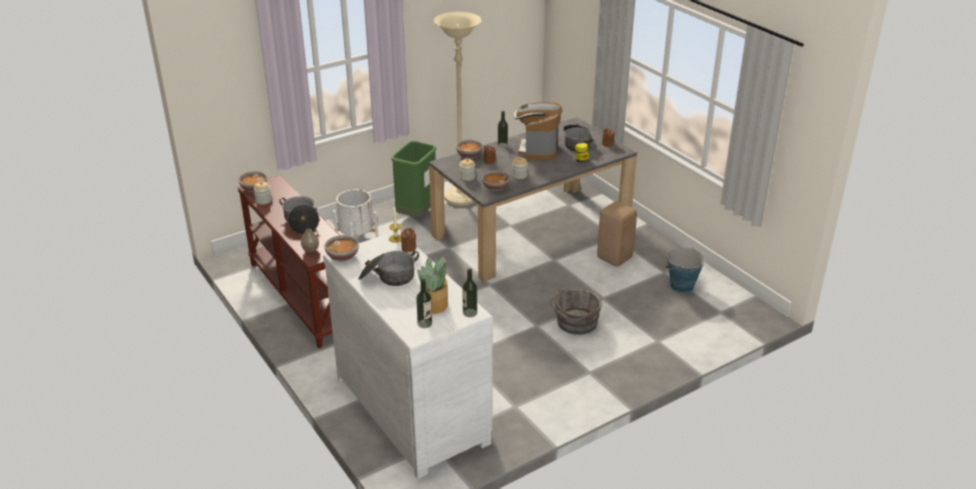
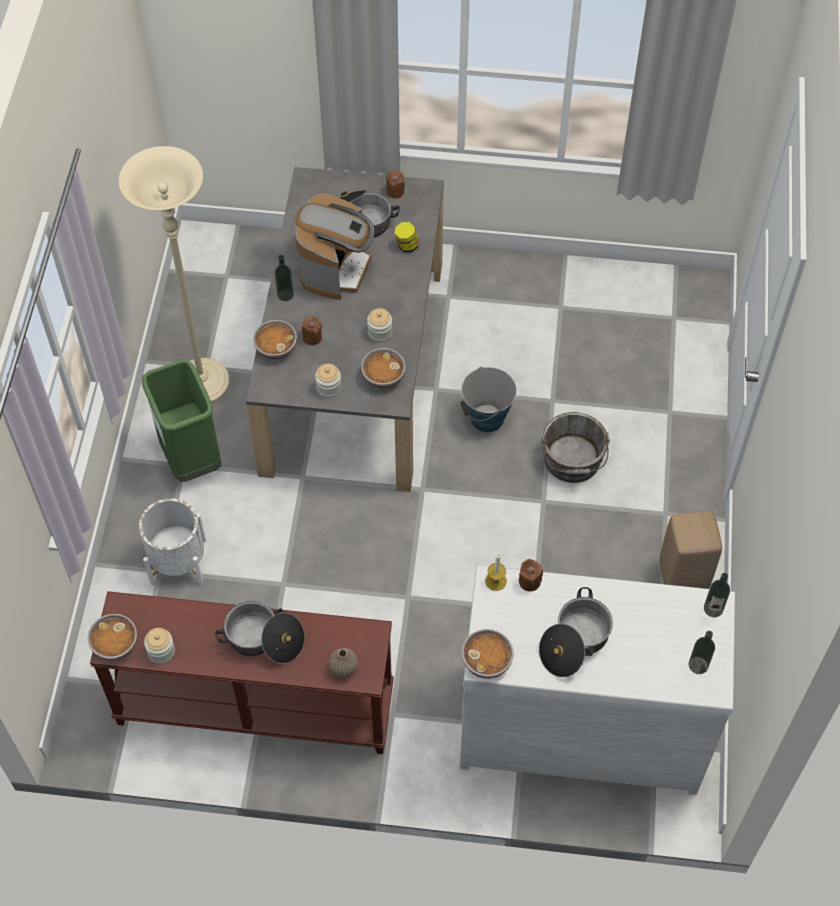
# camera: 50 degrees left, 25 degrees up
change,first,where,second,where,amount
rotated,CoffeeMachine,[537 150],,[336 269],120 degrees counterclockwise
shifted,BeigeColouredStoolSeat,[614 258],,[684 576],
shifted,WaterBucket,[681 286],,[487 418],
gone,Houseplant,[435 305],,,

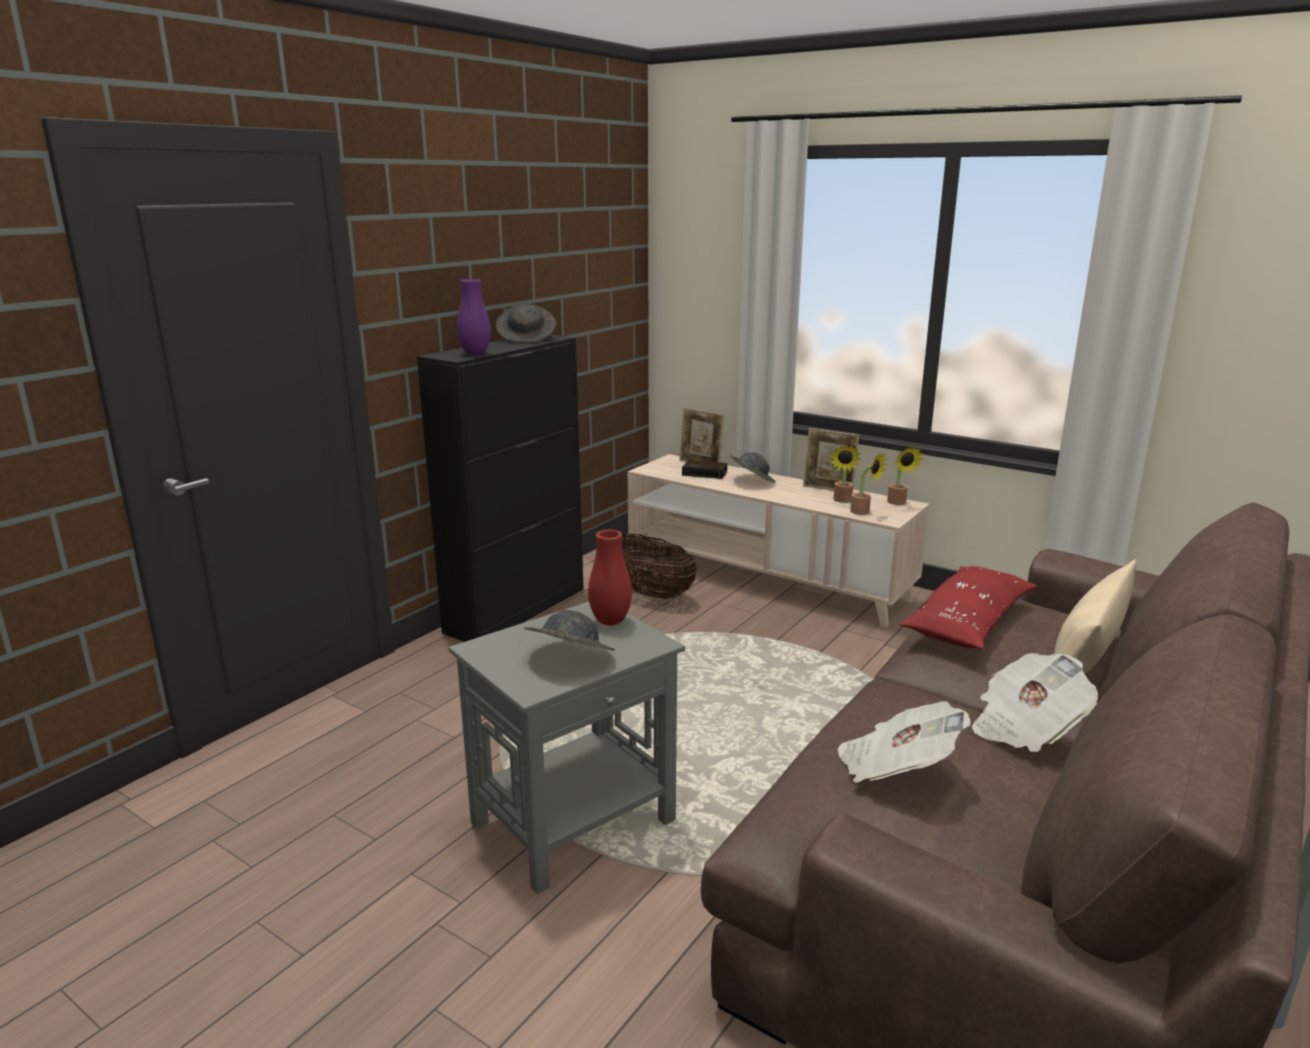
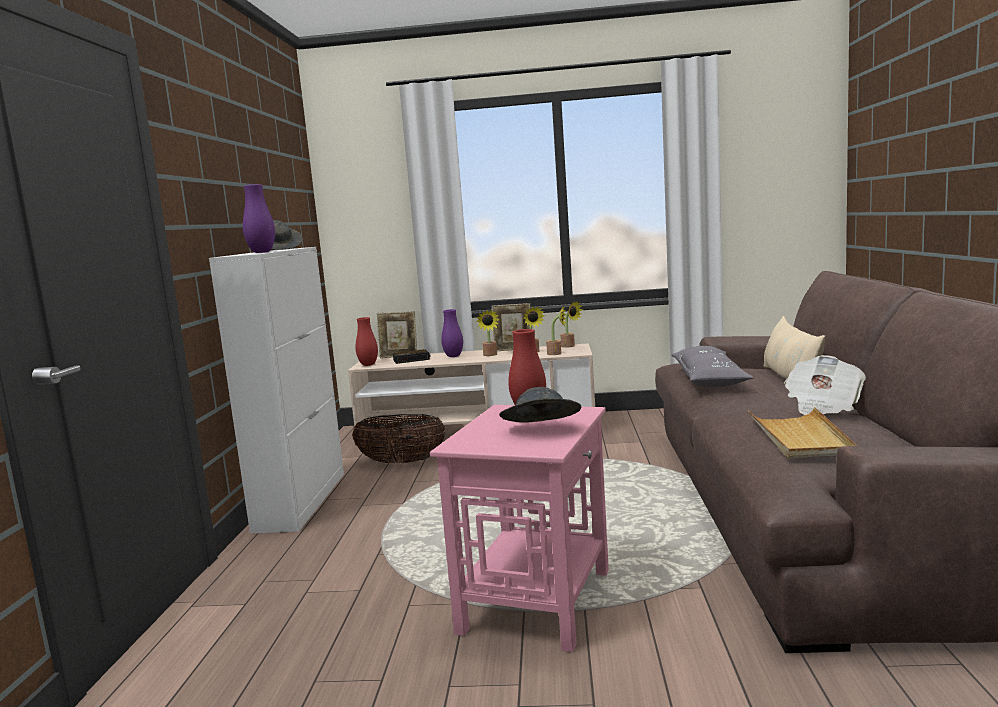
# camera: 30 degrees left, 10 degrees down
change,first,where,second,where,amount
repainted,BlackStorageCabinet,[517 610],WhiteStorageCabinet,[302 500],
swapped,GreyWearableHat,[751 481],PurpleFlowerVase,[453 356],
repainted,ReddishCushion,[968 622],GreyCushion,[709 379],
repainted,GreyAccentTable,[575 821],PinkColouredAccentTable,[537 600],
swapped,Newspaper,[896 768],BeigeColouredServingTray,[800 437],
new,,,Houseplant,[490 355],
new,,,ReddishFlowerVase,[368 365],

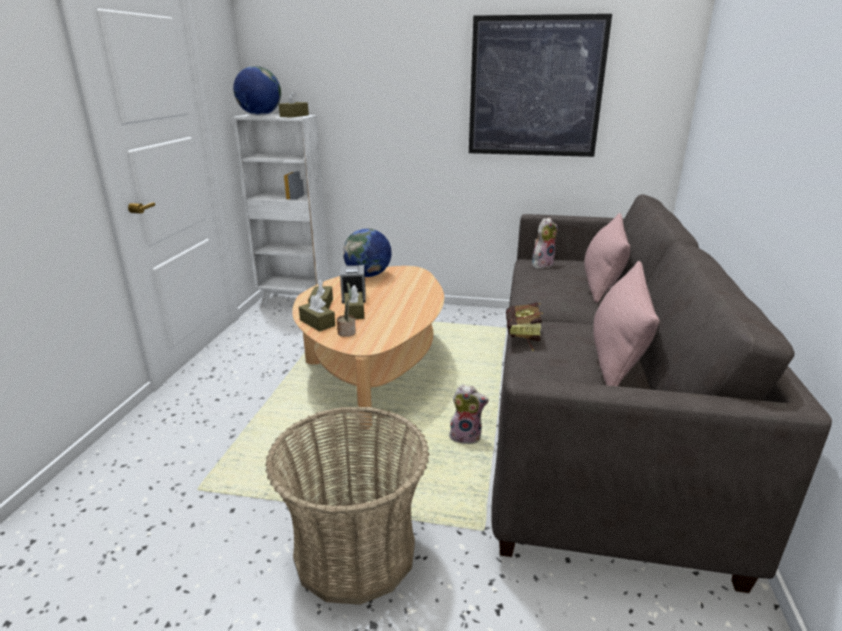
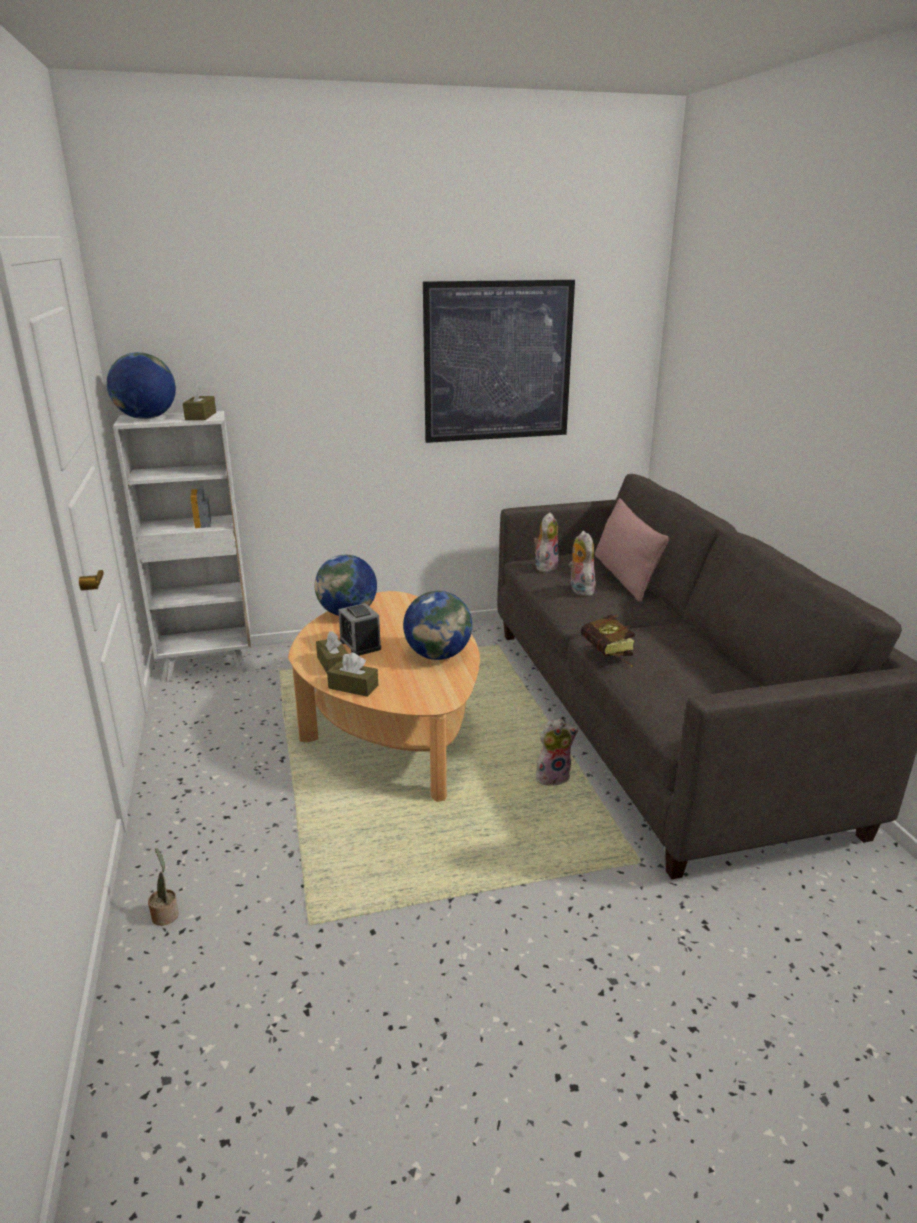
# camera: 25 degrees left, 0 degrees up
change,first,where,second,where,amount
gone,PinkColouredCushion,[617 355],,,
shifted,Houseplant,[347 332],,[165 914],
gone,BrownBoxOfTissues,[354 312],,,
gone,Basket,[354 551],,,
new,,,SoftToy,[579 590],
new,,,WorldGlobe,[438 655],

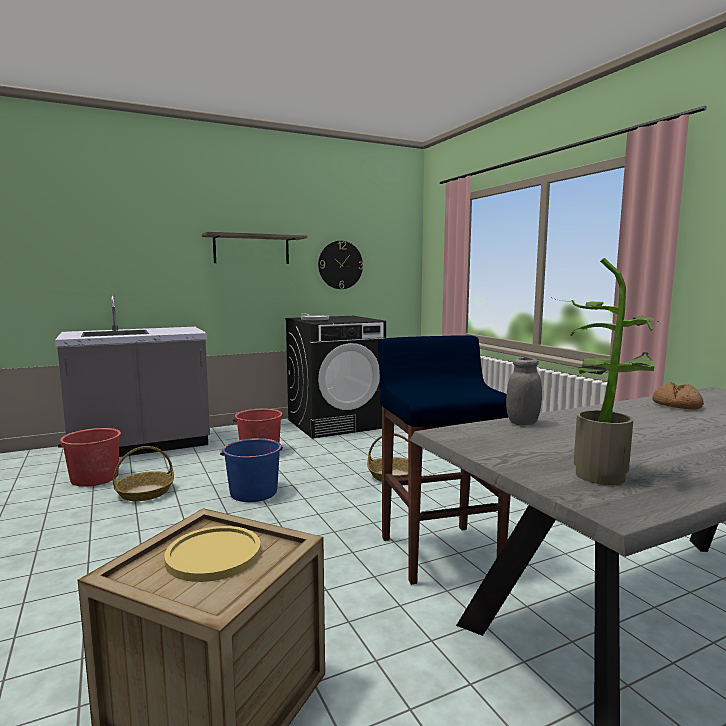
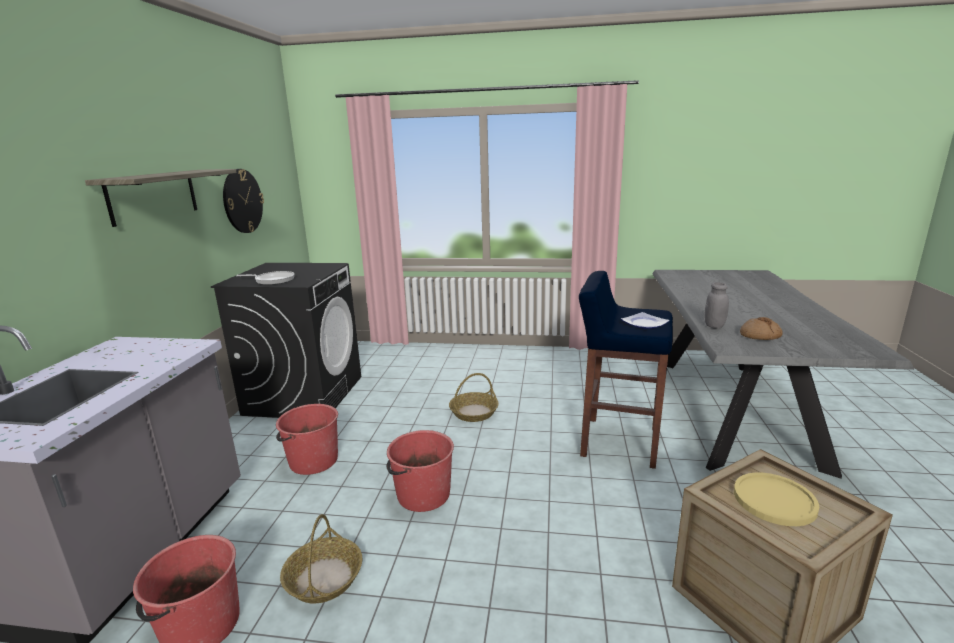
# camera: 55 degrees left, 10 degrees up
change,first,where,second,where,amount
gone,Houseplant,[600 473],,,
shifted,BakedBread,[676 405],,[760 336],
repainted,BluishWaterBucket,[253 492],ReddishWaterBucket,[422 495],
new,,,DinnerPlate,[645 324],

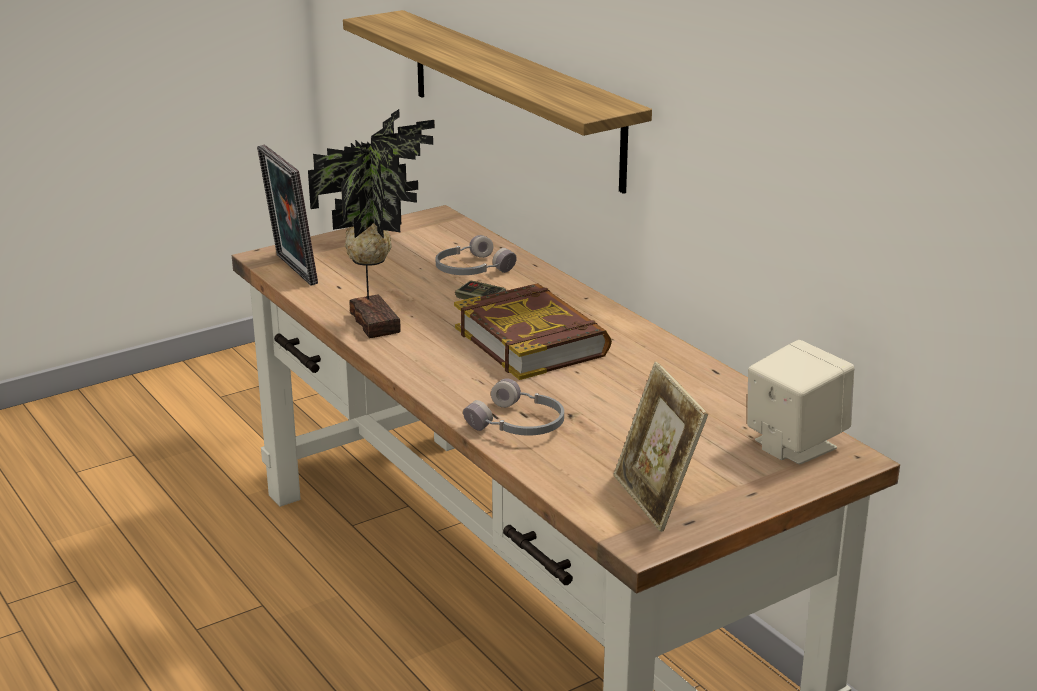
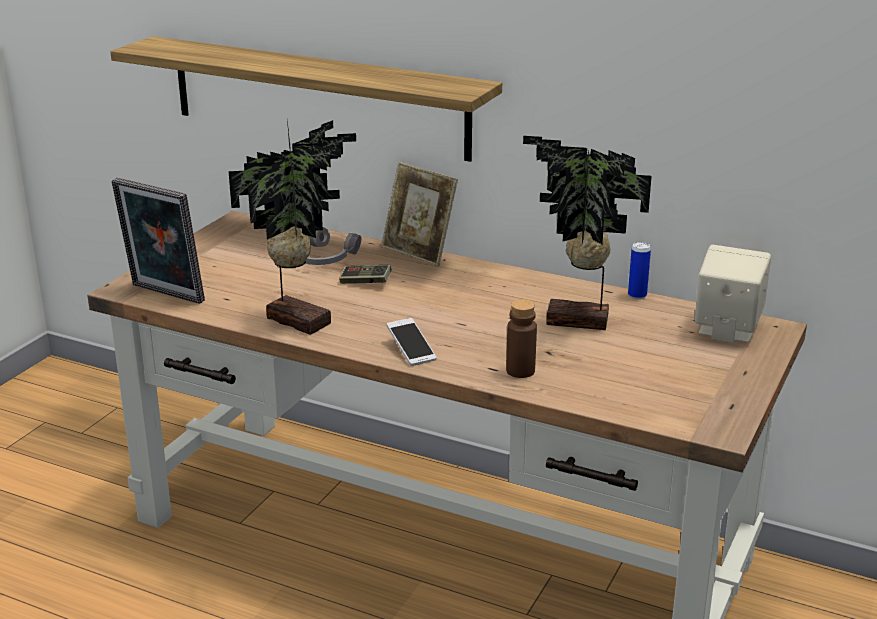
# camera: 30 degrees left, 0 degrees up
change,first,where,second,where,amount
gone,Book,[532 341],,,
shifted,StandingFrame,[656 499],,[418 253],
swapped,GreyPairOfHeadphones,[518 425],BrownBeverageBottle,[520 371],
new,,,Houseplant,[578 323],
new,,,MetalCan,[637 295],
new,,,Handset,[411 350],

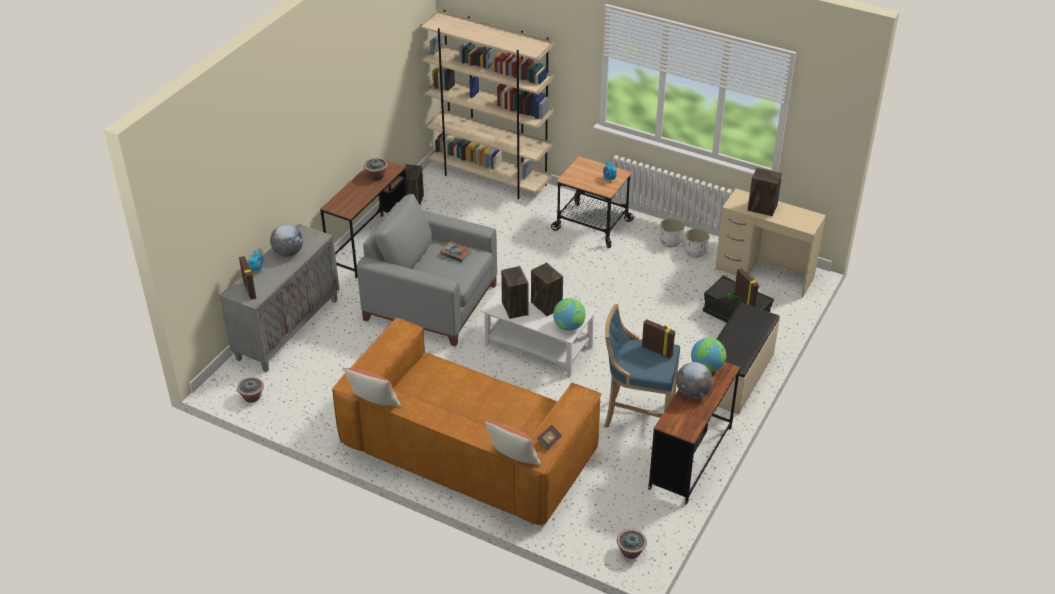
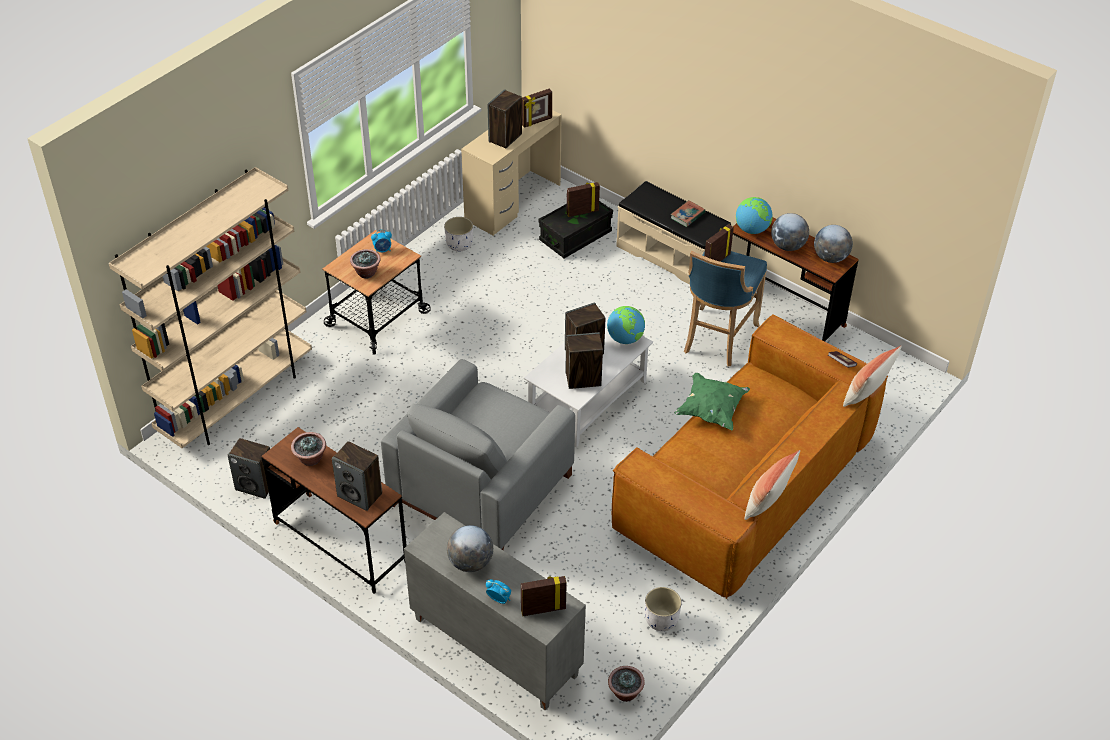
# camera: 80 degrees left, 5 degrees up
change,first,where,second,where,amount
shifted,WhitePlanter,[670 242],,[661 620],
shifted,Book,[455 253],,[687 215],
shifted,Houseplant,[630 552],,[366 273],
new,,,StandingFrame,[537 122],
new,,,WorldGlobe,[830 258],
new,,,GreenColouredCushion,[711 410],
new,,,AudioSpeaker,[360 495],

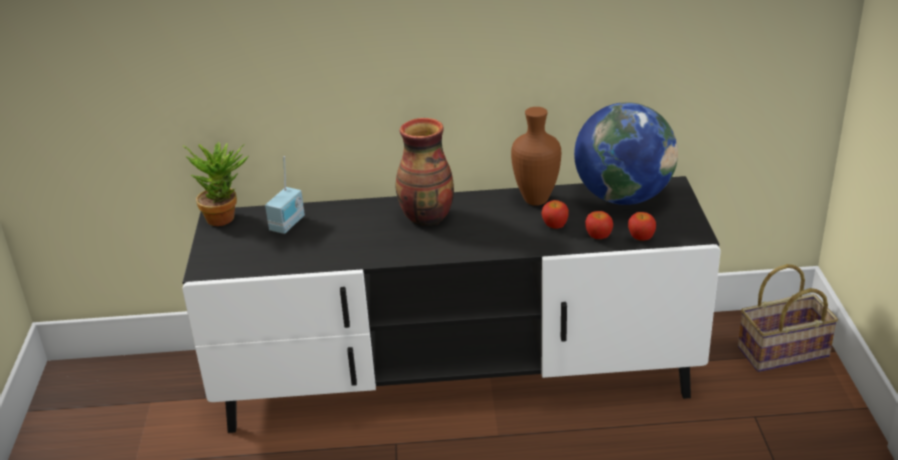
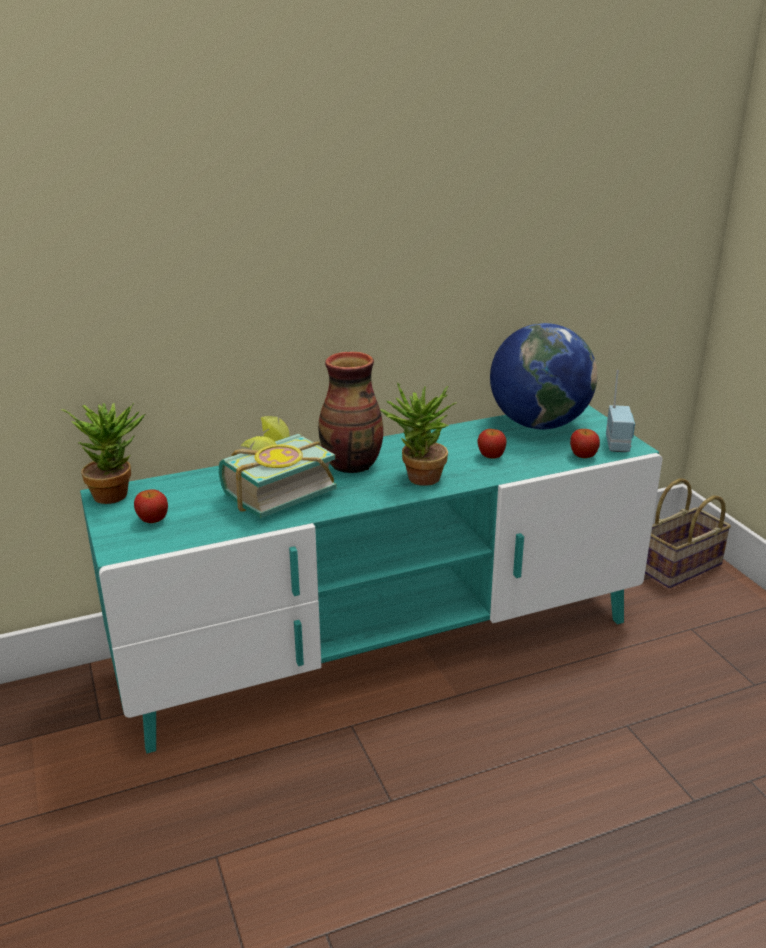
# camera: 20 degrees left, 5 degrees down
change,first,where,second,where,amount
gone,BrownFlowerVase,[537 201],,,
shifted,RadioReceiver,[288 224],,[619 444],
repainted,BlackTvUnit,[456 377],TurquoiseTvUnit,[383 645],
shifted,WholeApple,[598 236],,[152 520],
new,,,Houseplant,[418 480],
new,,,Book,[273 491],

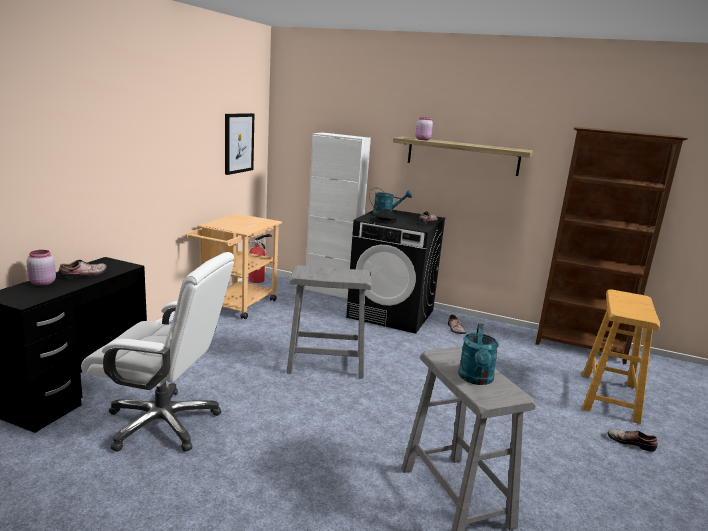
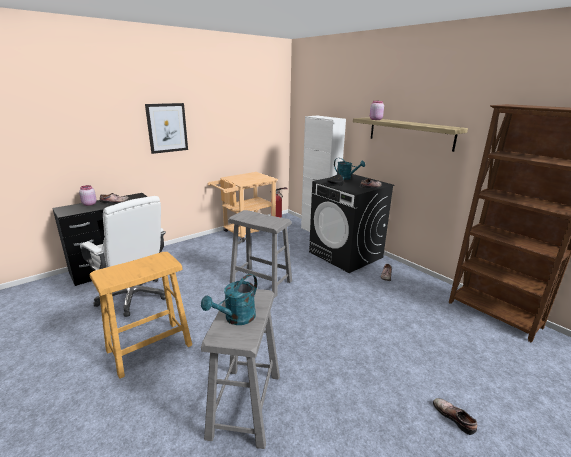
# camera: 30 degrees right, 5 degrees up
change,first,where,second,where,amount
shifted,WallPicture,[238 143],,[167 128],
shifted,BeigeColouredStoolSeat,[609 397],,[149 348],

